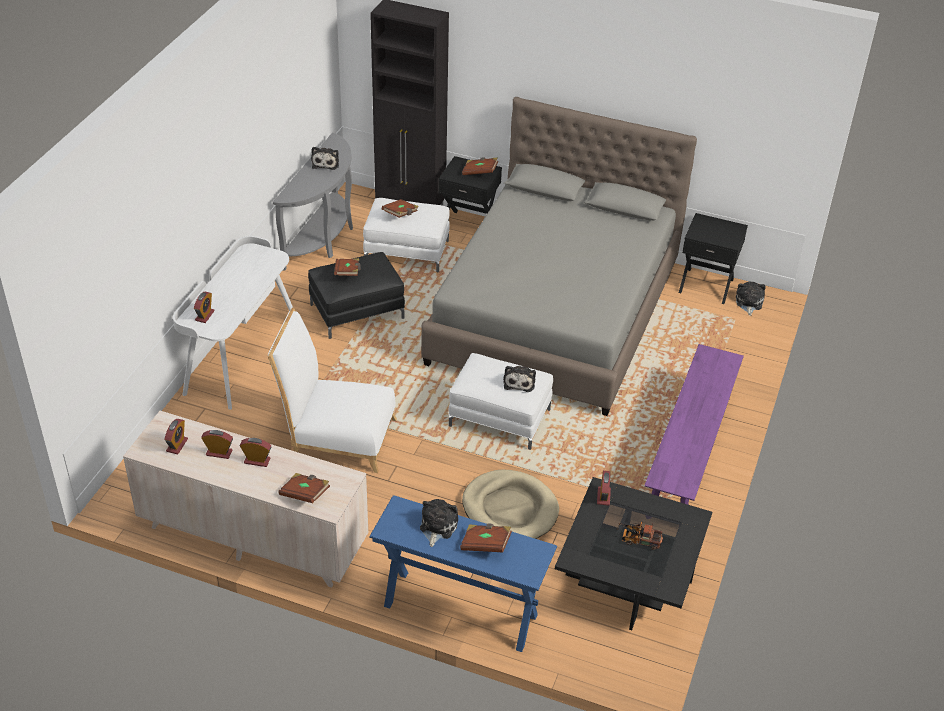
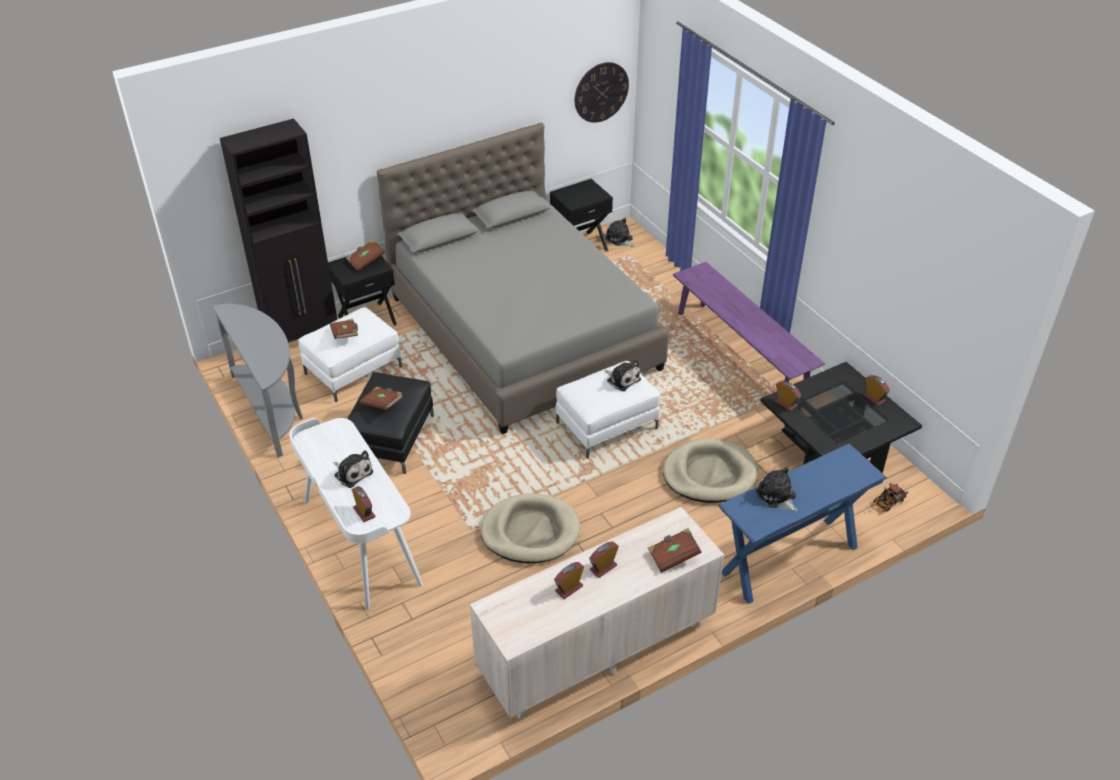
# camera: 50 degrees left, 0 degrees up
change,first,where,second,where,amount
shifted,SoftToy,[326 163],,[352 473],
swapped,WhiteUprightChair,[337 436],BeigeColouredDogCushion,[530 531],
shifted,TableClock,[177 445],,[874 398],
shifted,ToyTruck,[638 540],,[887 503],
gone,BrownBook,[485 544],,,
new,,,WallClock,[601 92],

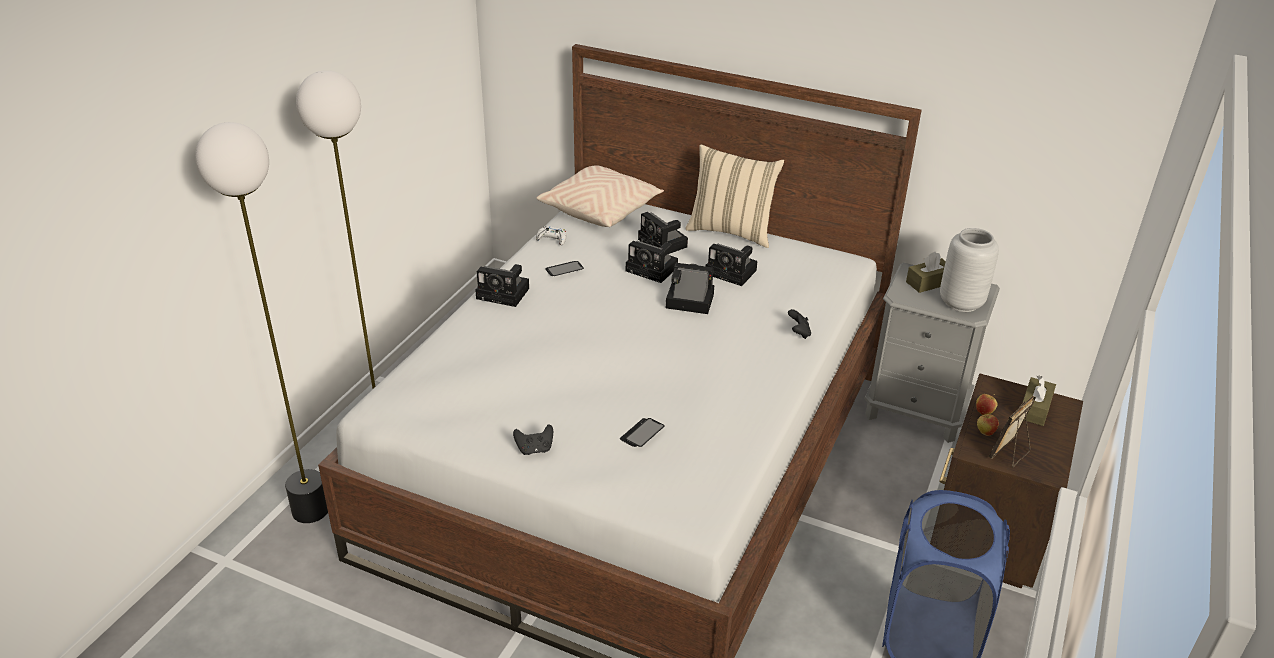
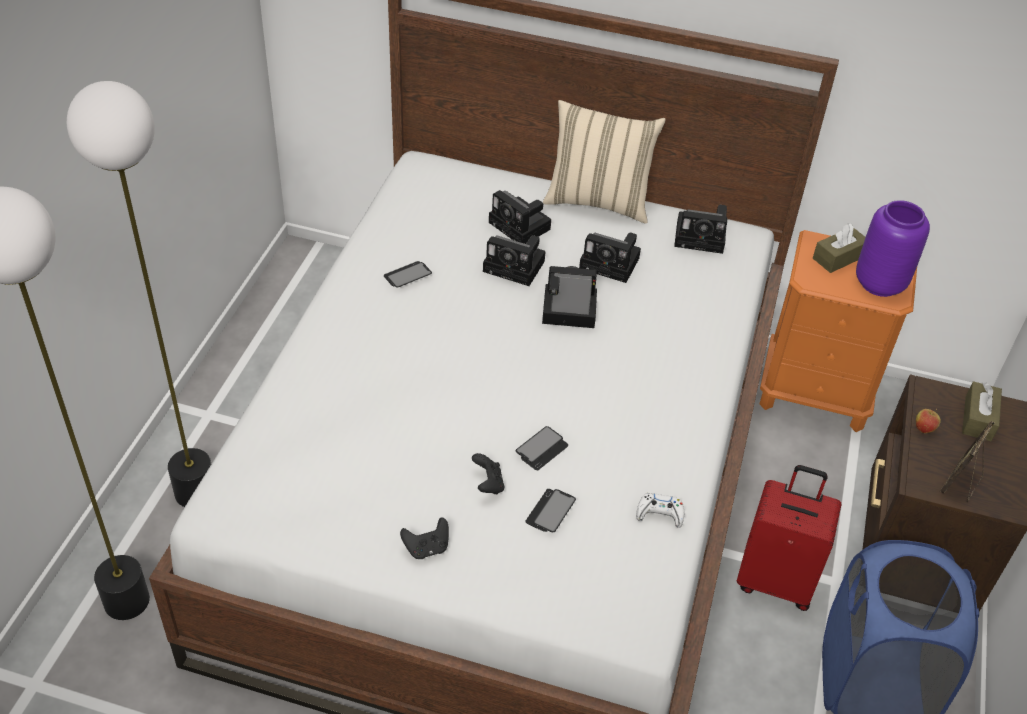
# camera: 10 degrees left, 10 degrees up
change,first,where,second,where,amount
gone,BeigeColouredCushion,[601 210],,,
shifted,WhiteJoypad,[552 239],,[659 514],
repainted,GreyFlowerVase,[960 302],PurpleFlowerVase,[879 283],
repainted,GreyBedsideTable,[916 411],OrangeBedsideTable,[815 394],
shifted,StillCamera,[505 293],,[702 237],
shifted,BlackJoypad,[798 333],,[488 484],
gone,WholeApple,[985 432],,,
new,,,Handset,[541 449],
new,,,ReddishPieceOfLuggage,[775 580],

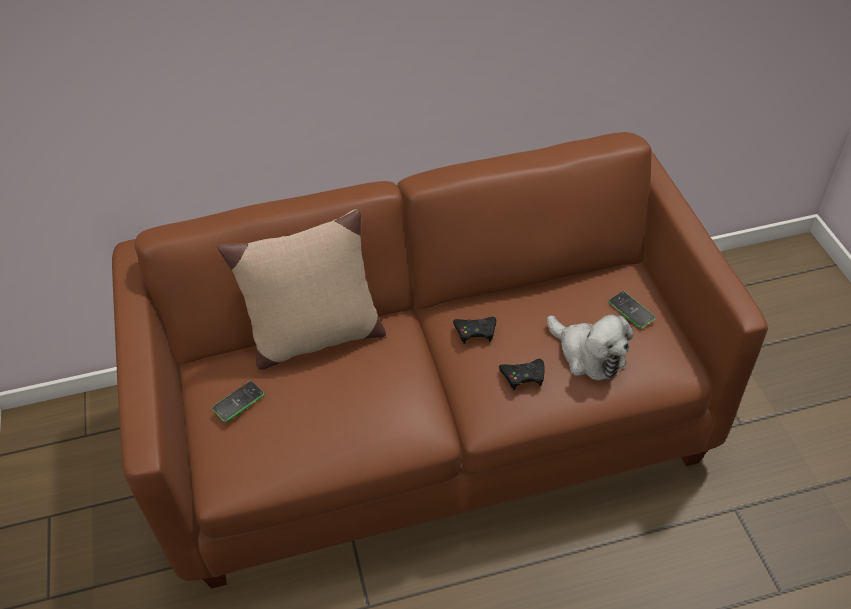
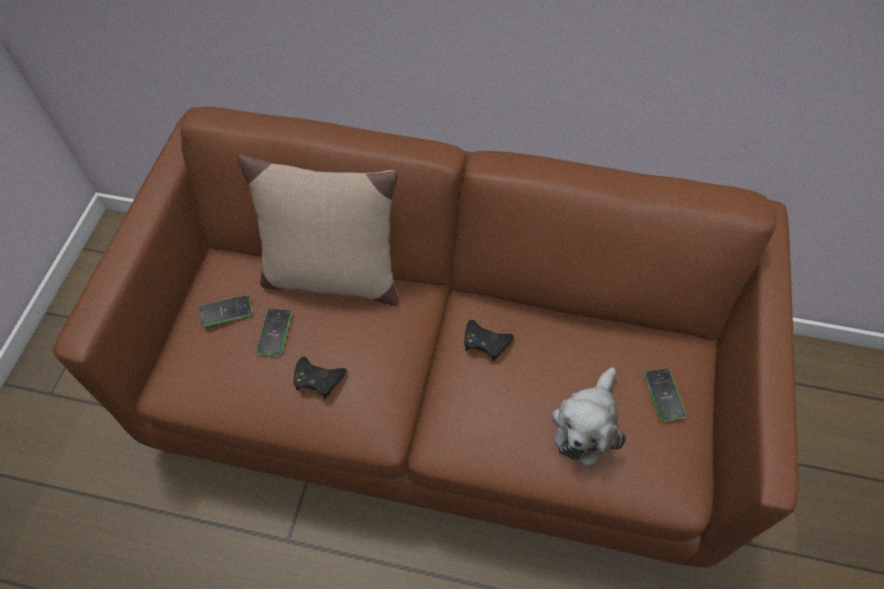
# camera: 25 degrees right, 10 degrees up
change,first,where,second,where,amount
rotated,SoftToy,[588 354],,[586 424],45 degrees clockwise
shifted,BlackJoypad,[523 376],,[318 379],
new,,,Handset,[274 332],

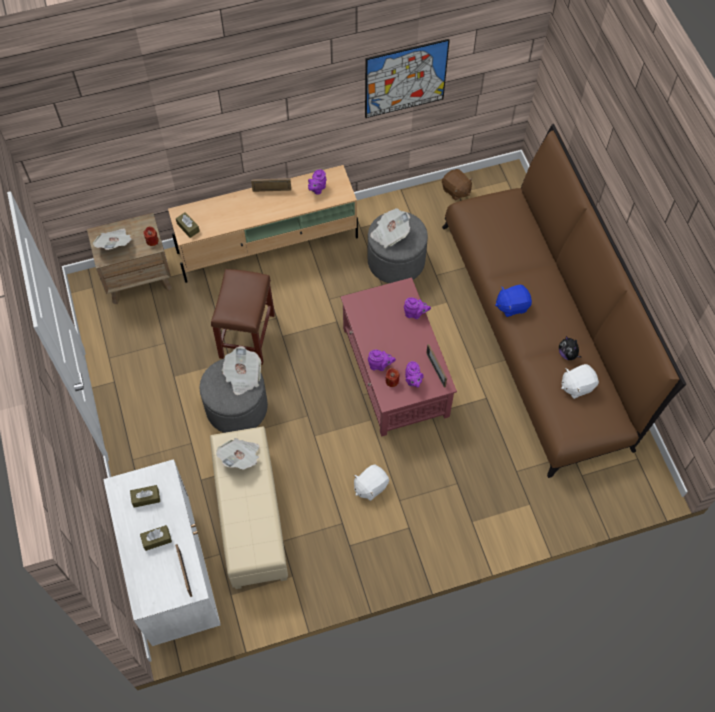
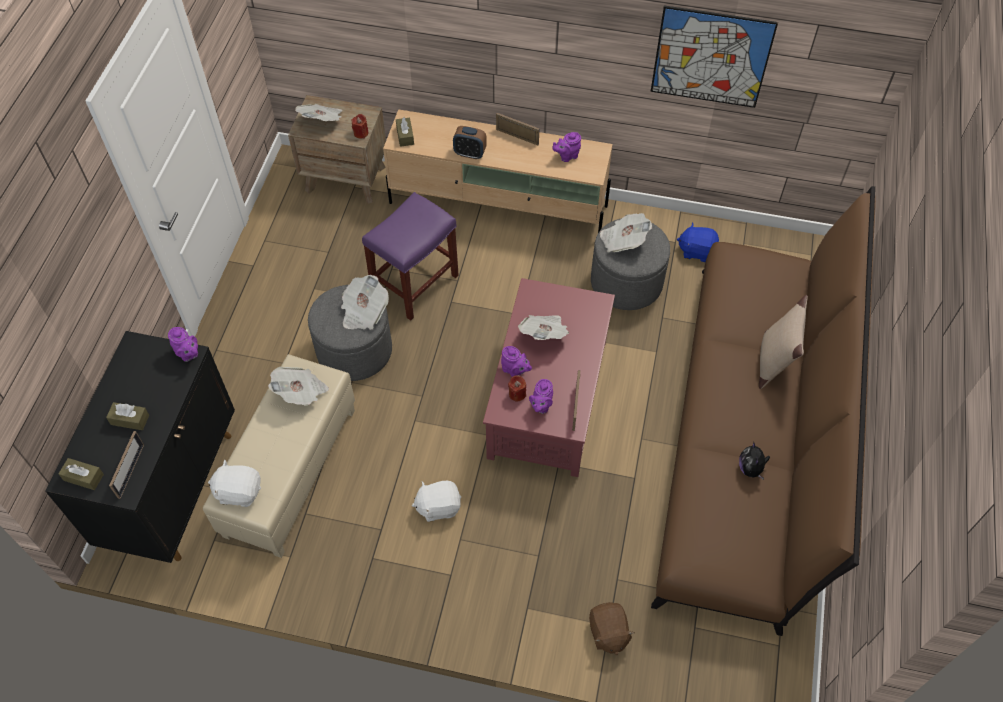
# camera: 30 degrees right, 5 degrees down
change,first,where,second,where,amount
shifted,BrownSoftToy,[456 190],,[608 633],
repainted,BrownStoolSeat,[247 334],PurpleStoolSeat,[415 283],
shifted,BluishSoftToy,[512 306],,[697 251],
shifted,PurpleTeaPot,[415 314],,[188 354],
shifted,WhiteSoftToy,[577 386],,[239 491],
repainted,WhiteStorageCabinet,[174 574],BlackStorageCabinet,[173 487],
shifted,BrownBoxOfTissues,[146 498],,[83 477],
new,,,TableClock,[470 153],
new,,,BeigeColouredCushion,[774 361],
new,,,Newspaper,[544 334],

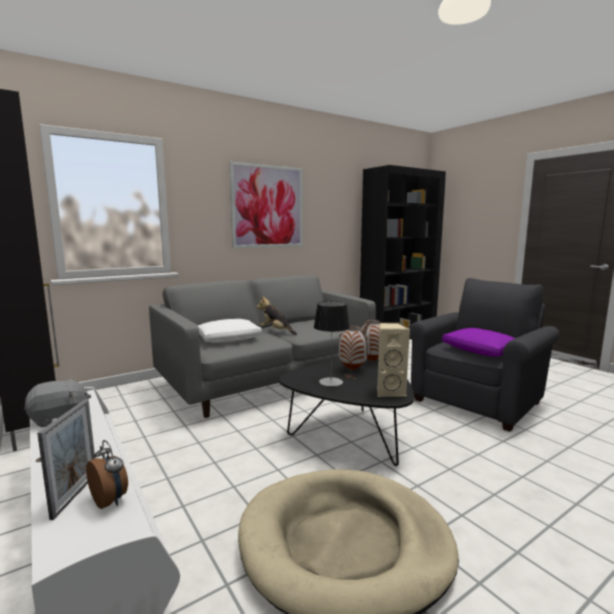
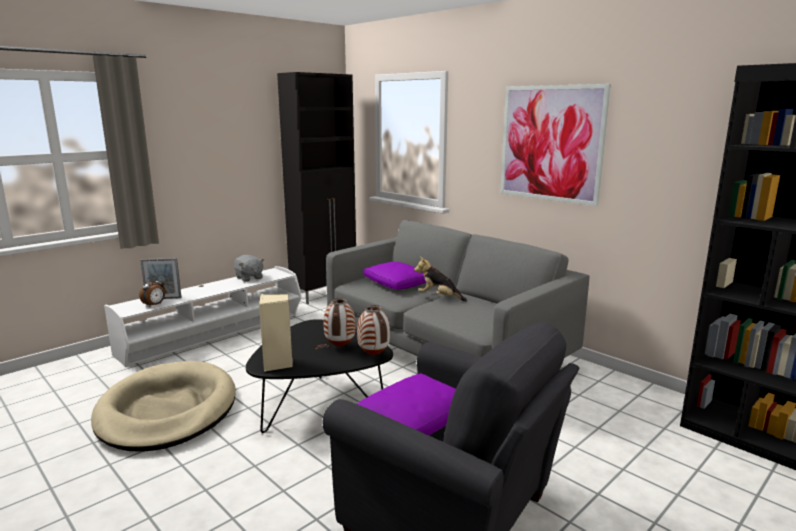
# camera: 80 degrees right, 5 degrees up
change,first,where,second,where,amount
rotated,SoftToy,[276 331],,[439 297],90 degrees counterclockwise
gone,LampForATable,[331 382],,,
repainted,WhiteCushion,[229 339],PurpleCushion,[396 284],

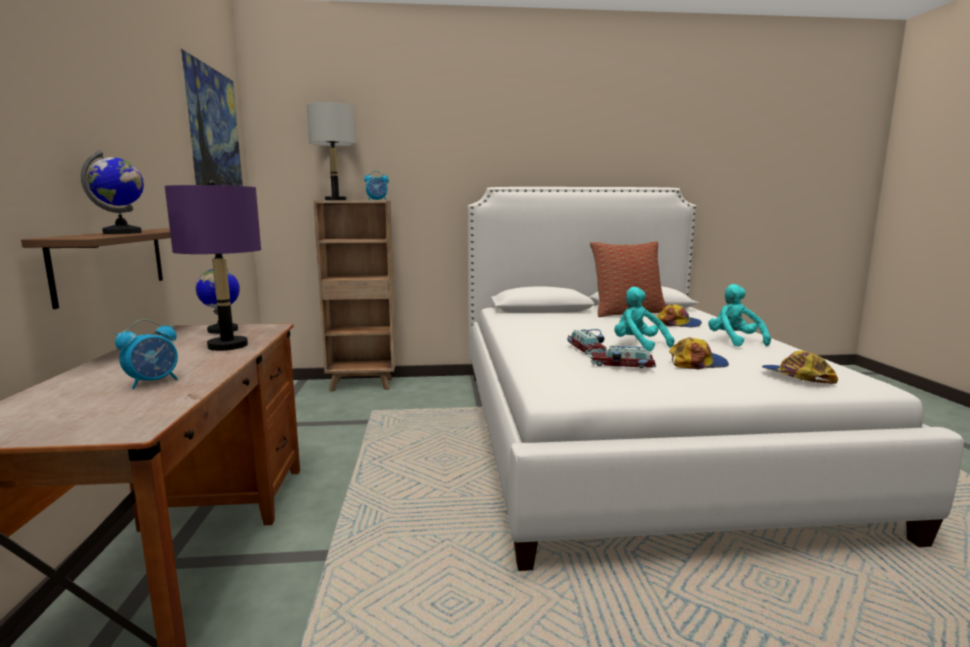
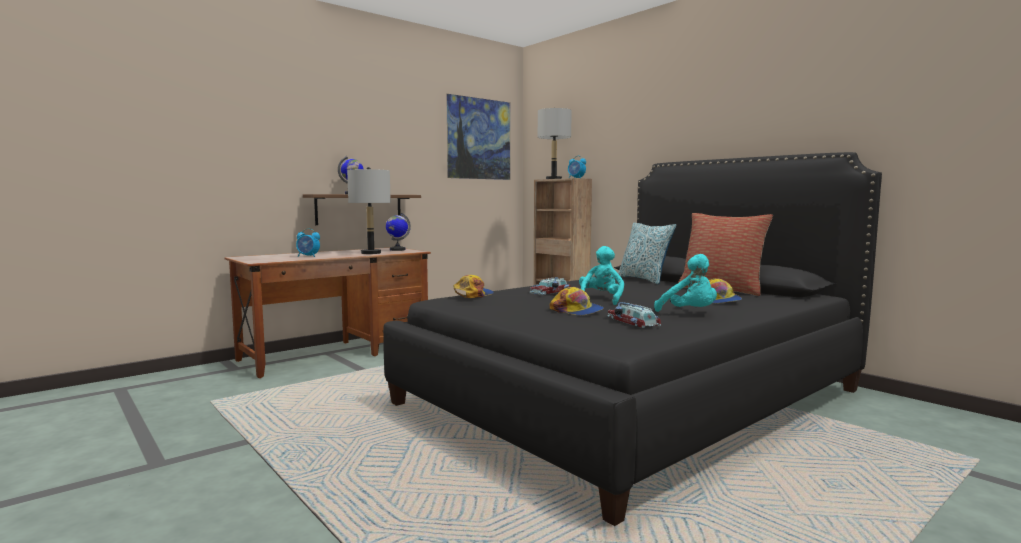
# camera: 55 degrees right, 5 degrees down
change,first,where,second,where,amount
repainted,PurpleLampForATable,[227 346],GreyLampForATable,[370 253],
repainted,WhiteSleepingBed,[625 434],BlackSleepingBed,[632 396],
rotated,TurquoiseSoftToy,[734 341],,[689 313],105 degrees clockwise
shifted,ModelCar,[623 365],,[632 323],
shifted,PeakedCap,[796 377],,[473 294],
new,,,Cushion,[644 279],

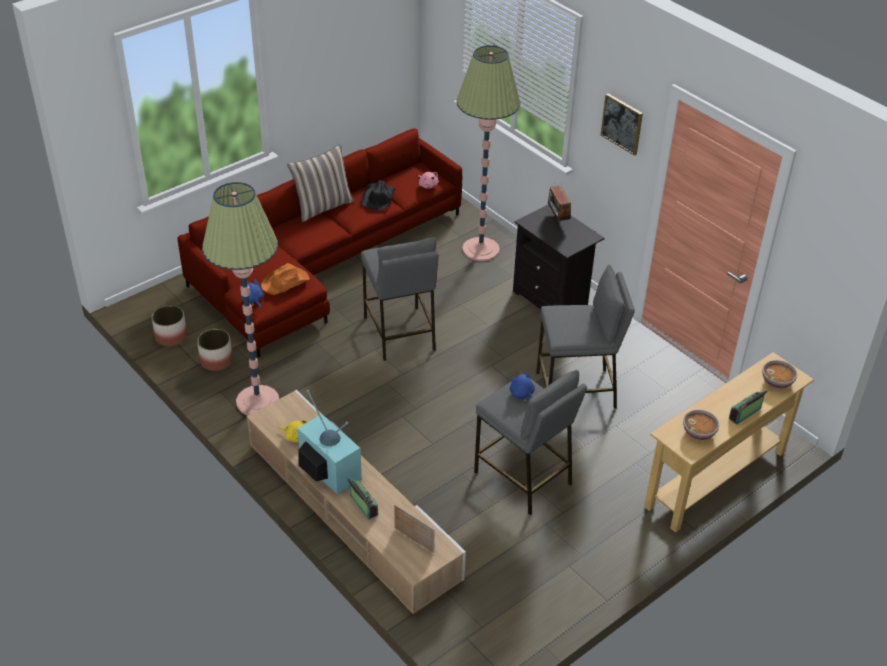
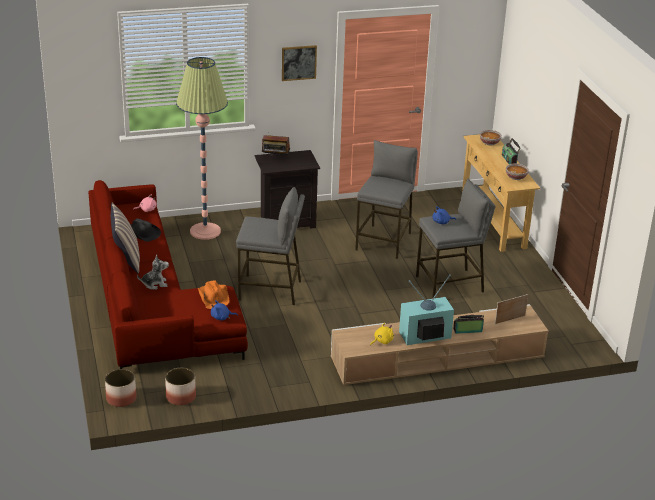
# camera: 65 degrees left, 10 degrees down
change,first,where,second,where,amount
gone,StandingLamp,[257 401],,,
shifted,Planter,[216 361],,[121 398],
new,,,SoftToy,[154 284],

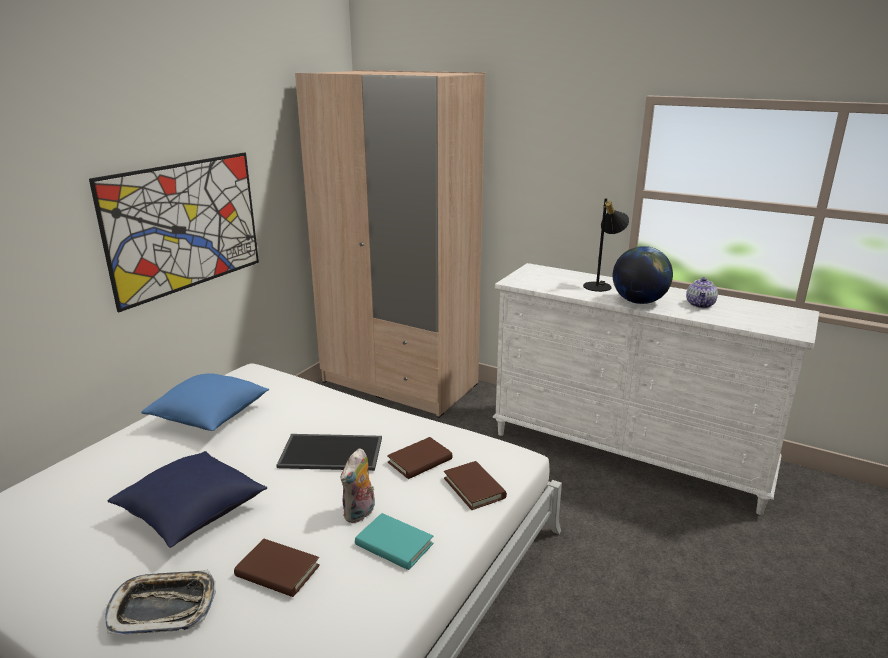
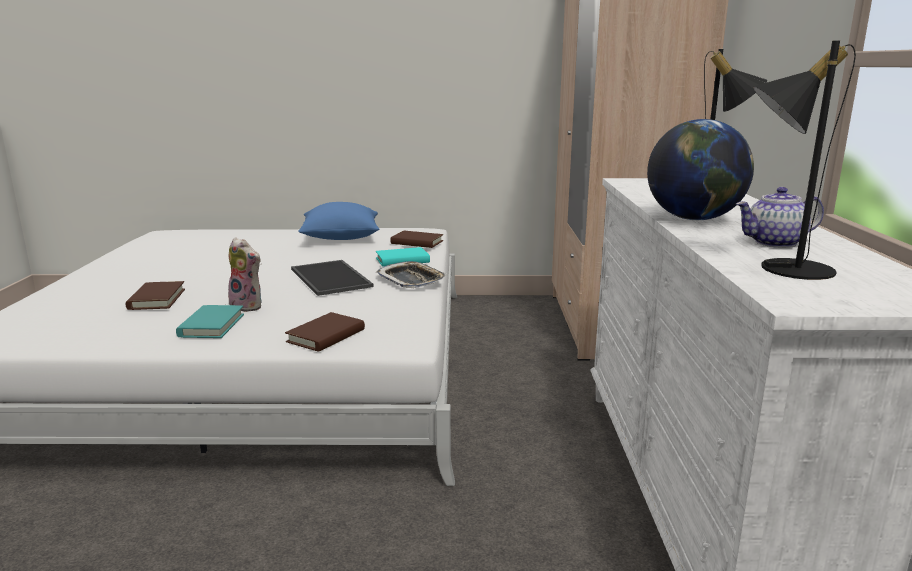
# camera: 60 degrees right, 5 degrees down
change,first,where,second,where,amount
gone,WallPicture,[185 226],,,
shifted,BrownBook,[420 461],,[417 242],
rotated,SoftToy,[360 514],,[248 306],150 degrees counterclockwise
gone,BluishCushion,[192 514],,,
shifted,ServingTray,[163 607],,[411 280],
new,,,BlackLampForATable,[782 267],
new,,,TurquoiseBook,[402 260],

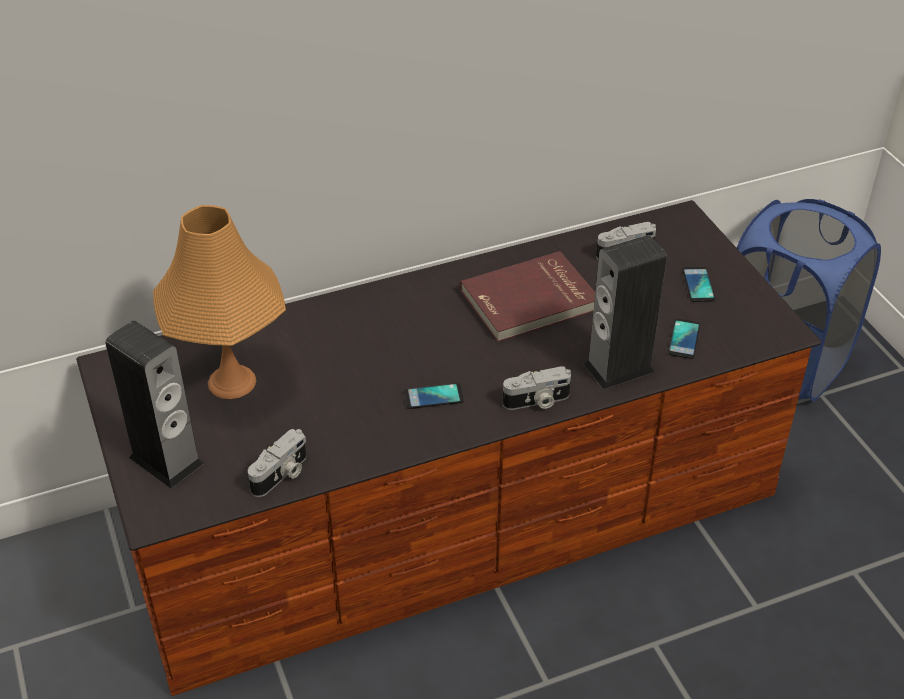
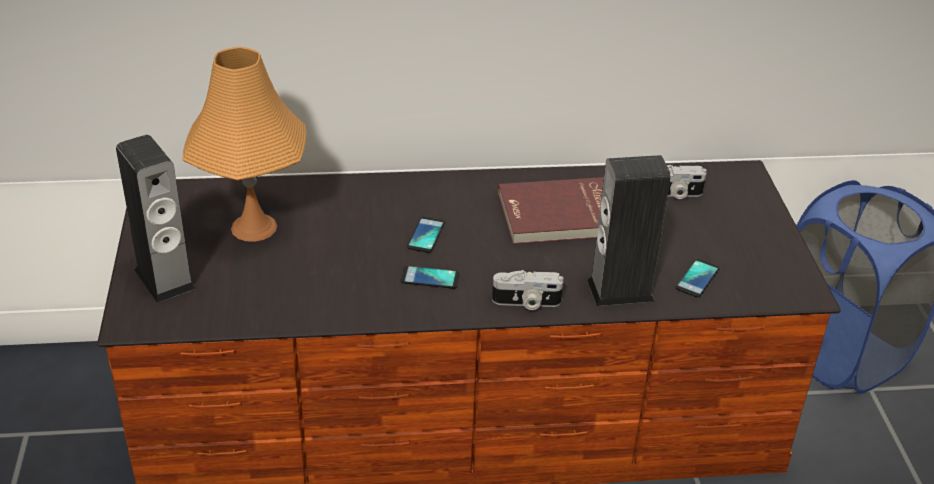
# camera: 15 degrees right, 5 degrees down
change,first,where,second,where,amount
shifted,Handset,[698 285],,[426 235],
gone,StillCamera,[281 475],,,

